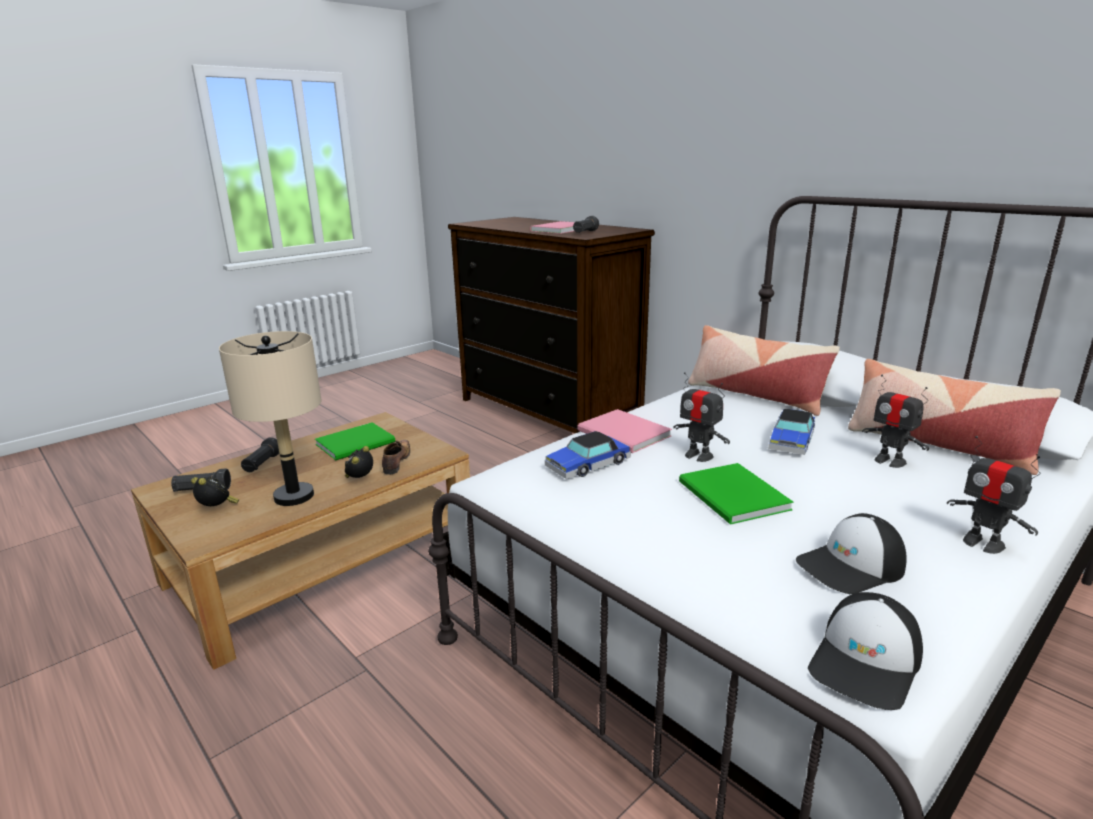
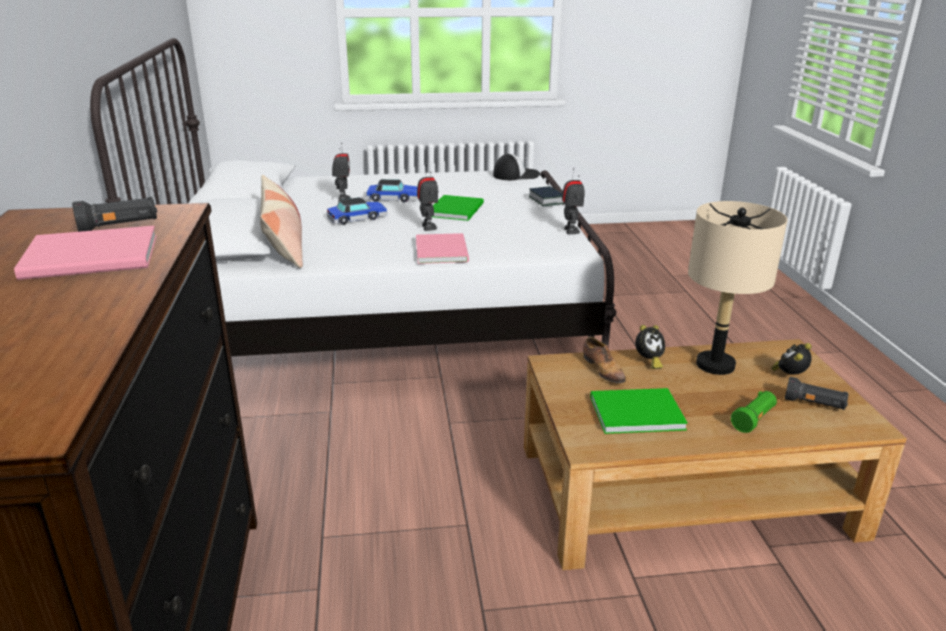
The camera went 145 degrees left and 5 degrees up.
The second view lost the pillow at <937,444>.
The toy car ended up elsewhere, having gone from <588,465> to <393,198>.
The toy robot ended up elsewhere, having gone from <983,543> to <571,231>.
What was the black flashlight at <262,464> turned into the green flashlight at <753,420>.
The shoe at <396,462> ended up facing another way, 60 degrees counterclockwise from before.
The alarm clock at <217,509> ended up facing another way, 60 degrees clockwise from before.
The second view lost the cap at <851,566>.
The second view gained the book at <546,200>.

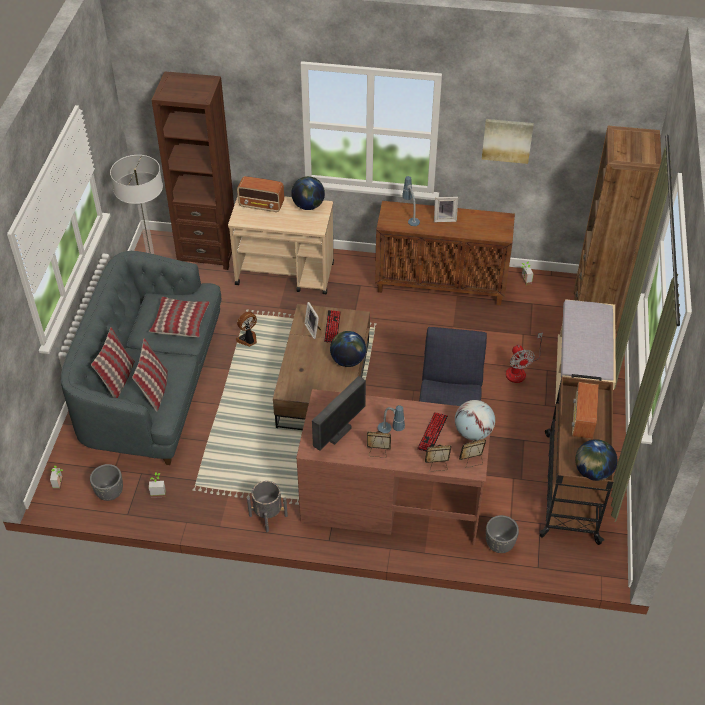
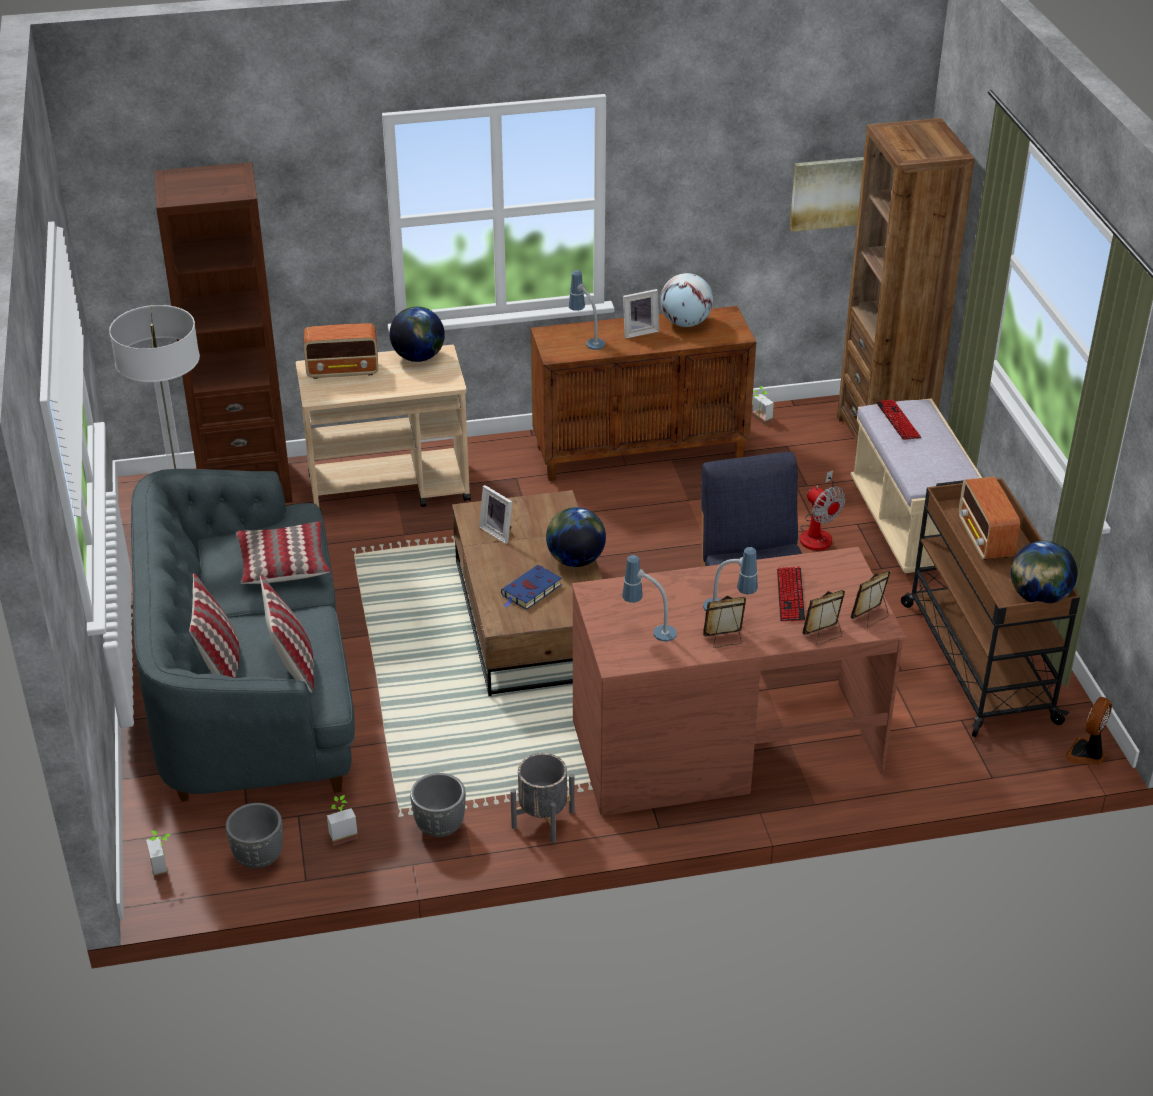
The camera went 20 degrees left and 10 degrees down.
The picture ended up elsewhere, having gone from <507,140> to <826,193>.
The keyboard ended up elsewhere, having gone from <332,327> to <898,421>.
The fan ended up elsewhere, having gone from <248,340> to <1087,754>.
Where the monitor stood at <338,433>, the table lamp came to stand at <649,630>.
The globe ended up elsewhere, having gone from <473,432> to <685,323>.
The grey planter ended up elsewhere, having gone from <499,545> to <439,827>.
The second view gained the blue book at <530,591>.

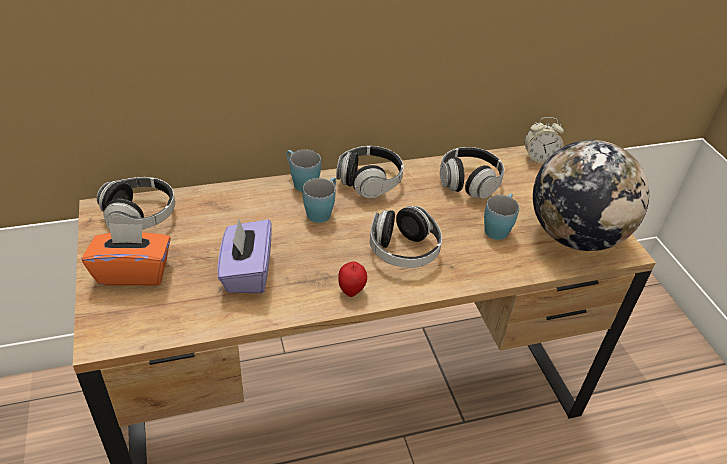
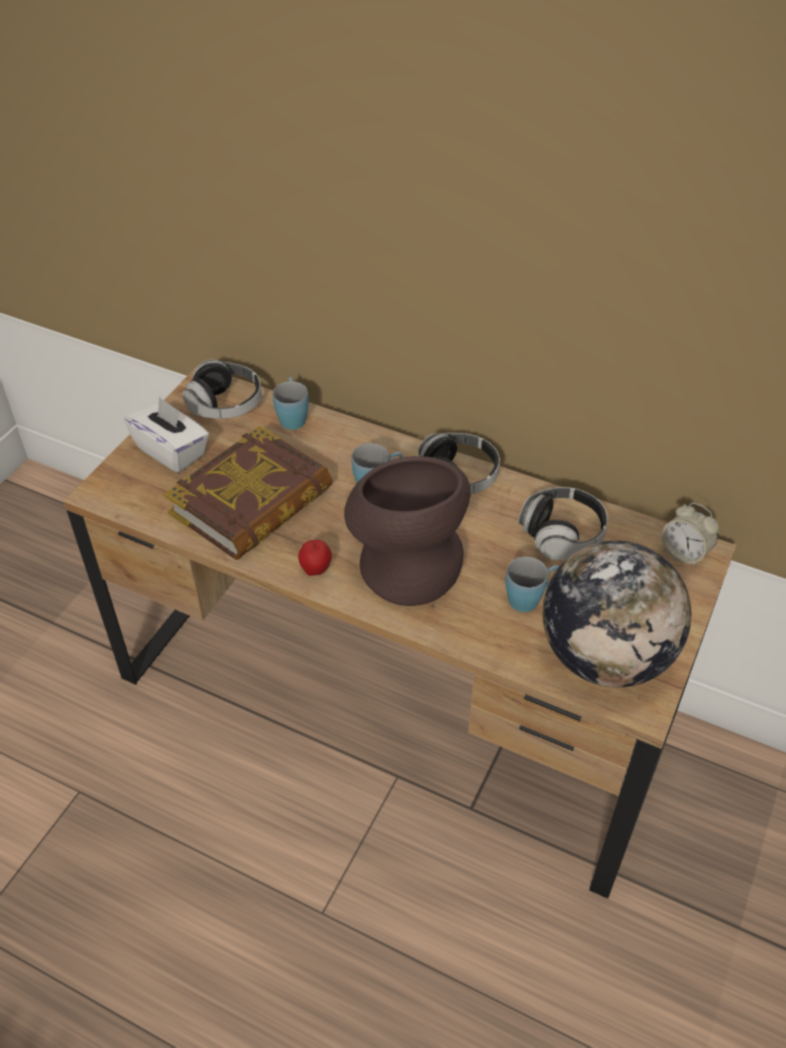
The camera went 45 degrees right and 5 degrees up.
The blue mug ended up elsewhere, having gone from <301,182> to <292,416>.
Where the headphones stood at <403,251>, the brown vase came to stand at <405,563>.
Where the purple tissue box stood at <247,272>, the book came to stand at <252,502>.
What was the orange tissue box at <133,272> turned into the white tissue box at <172,451>.

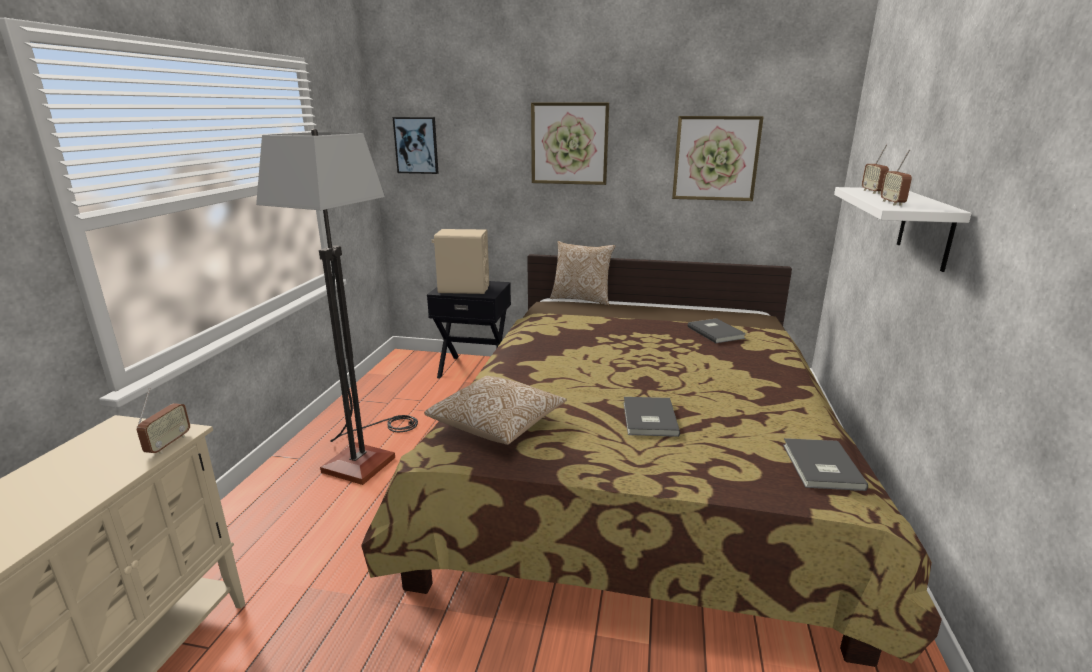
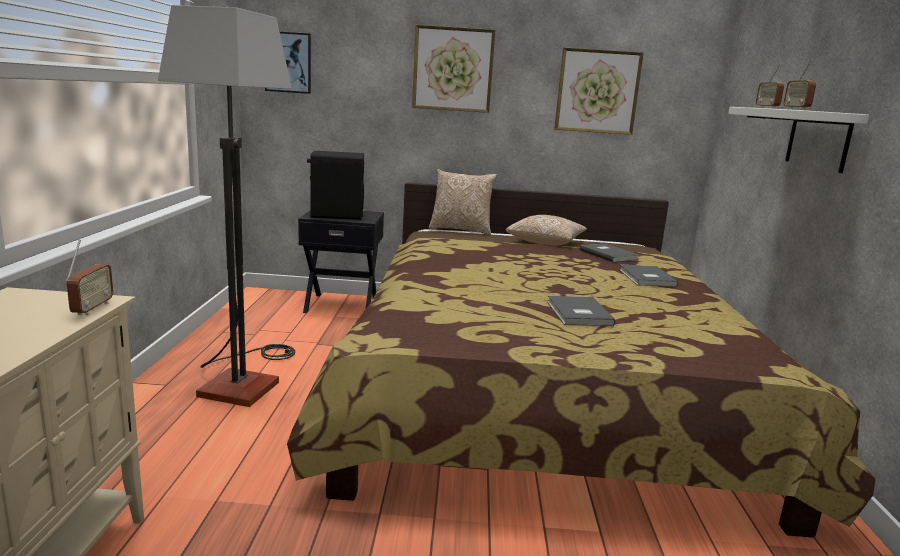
The camera went 10 degrees left and 5 degrees down.
What was the beige speaker at <463,289> turned into the black speaker at <336,215>.
The pillow ended up elsewhere, having gone from <497,424> to <545,242>.
The grey book ended up elsewhere, having gone from <820,467> to <645,278>.

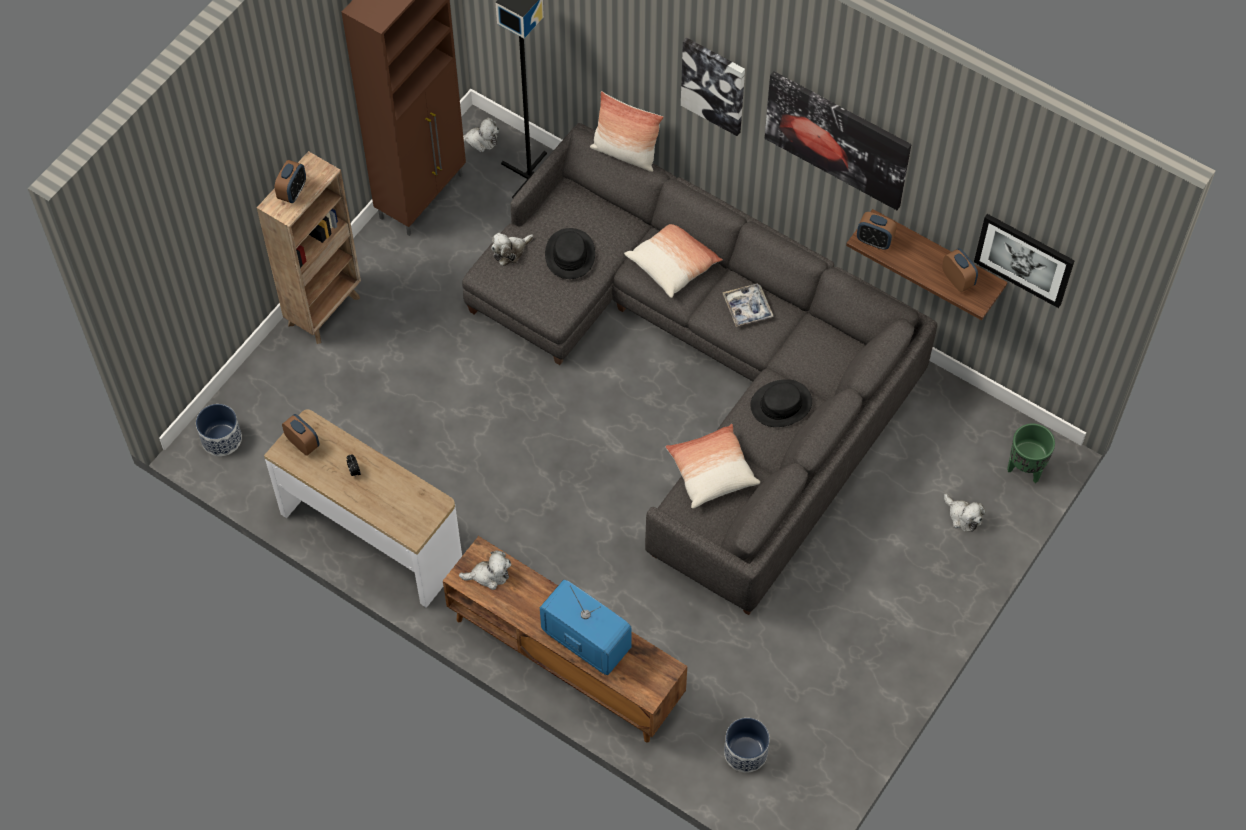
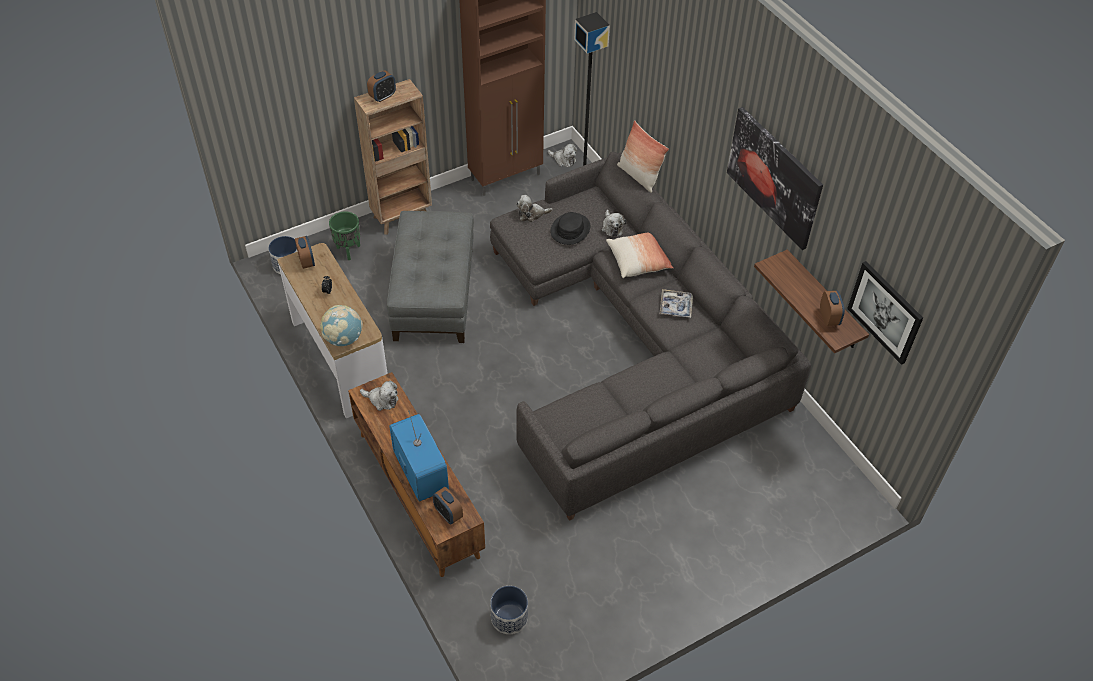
The camera went 25 degrees right and 10 degrees down.
The second view lost the picture at <714,85>.
The alarm clock ended up elsewhere, having gone from <874,241> to <448,514>.
The second view lost the black hat at <781,404>.
The green planter ended up elsewhere, having gone from <1025,469> to <348,251>.
The second view lost the pillow at <711,472>.
The plush toy ended up elsewhere, having gone from <963,516> to <612,227>.
The second view gained the grey ottoman at <435,294>.
The second view gained the globe at <343,339>.

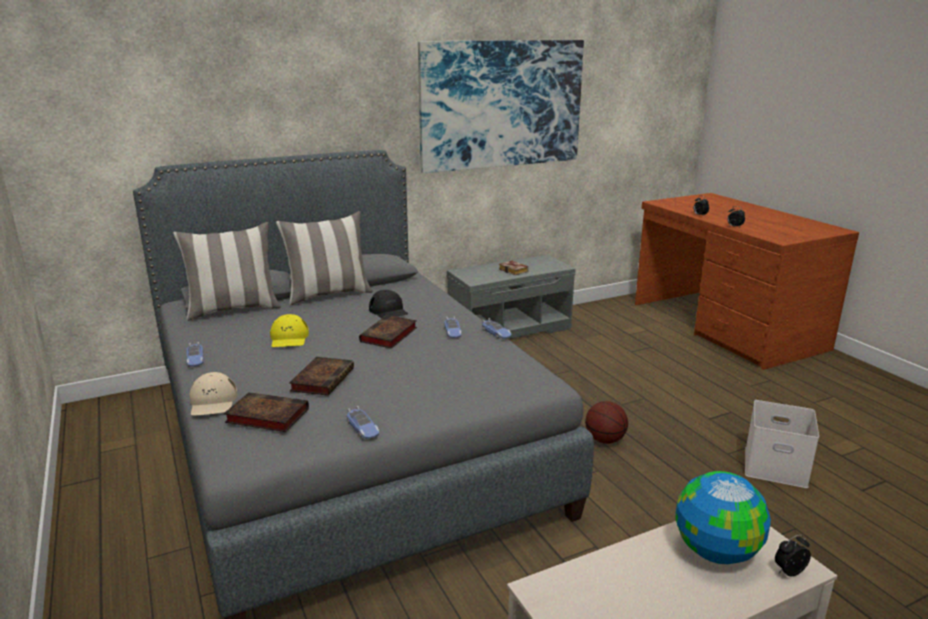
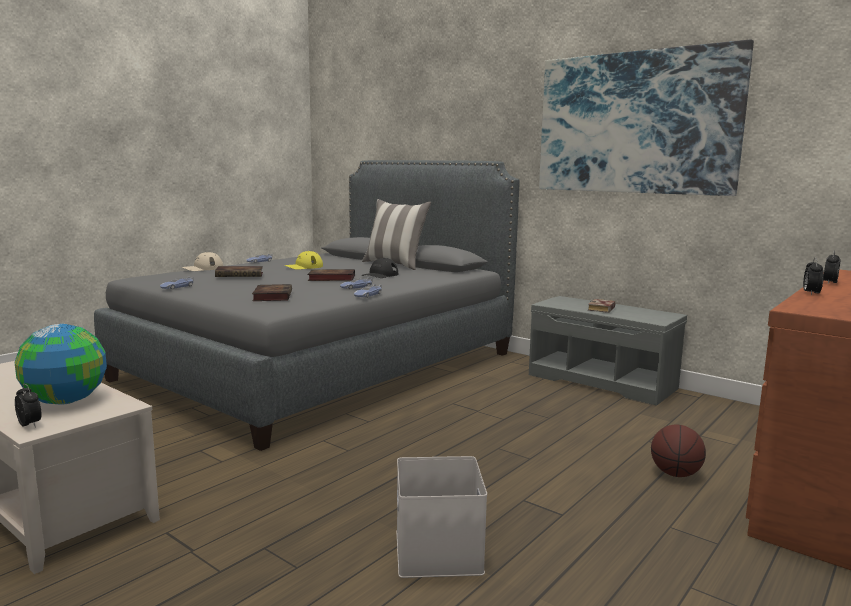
The camera went 65 degrees right and 10 degrees down.
The second view lost the pillow at <233,309>.
The book ended up elsewhere, having gone from <265,416> to <272,296>.
The basketball ended up elsewhere, having gone from <605,440> to <675,474>.

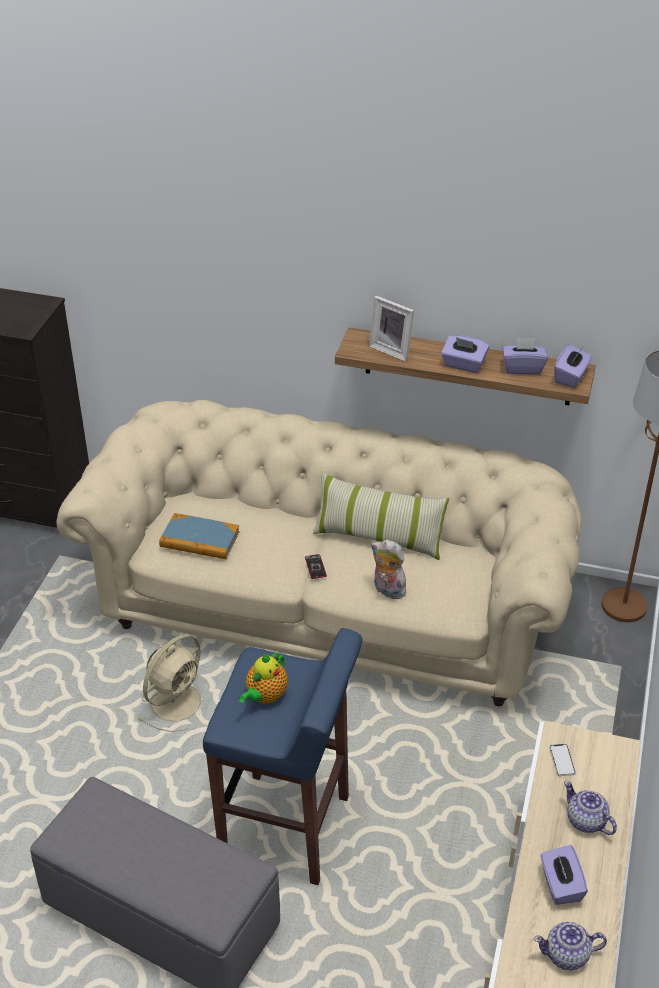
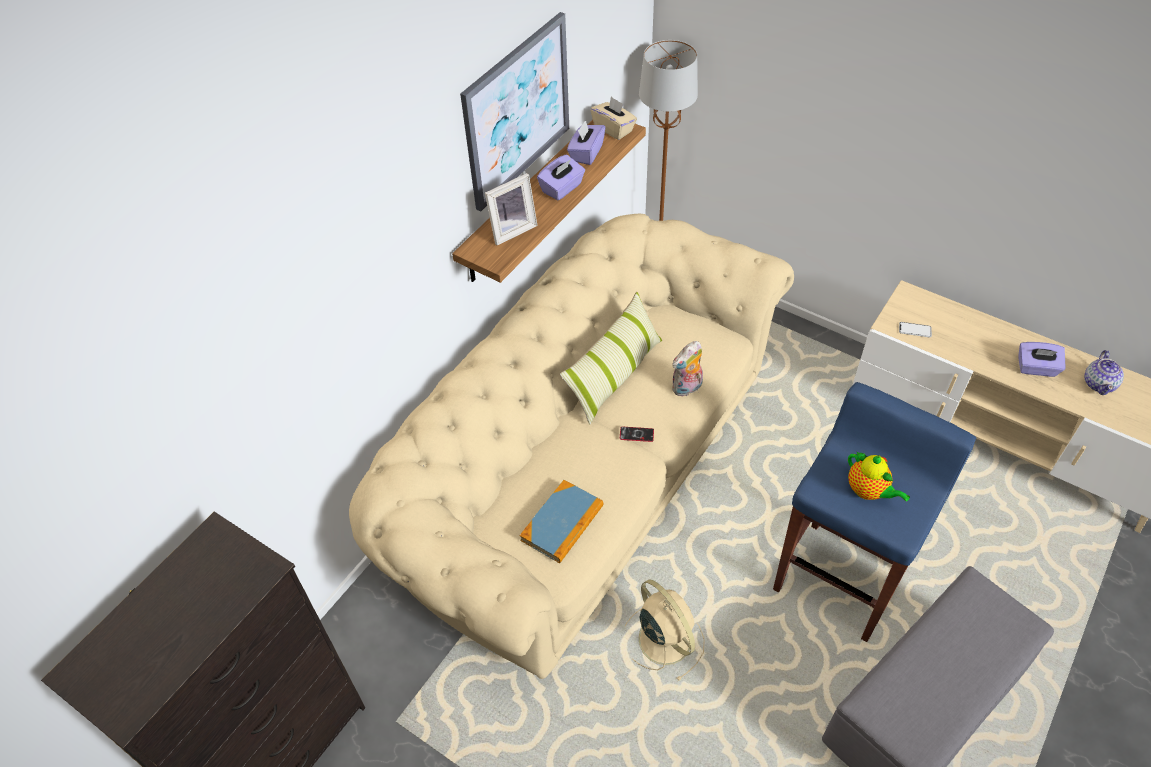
The camera went 70 degrees left and 10 degrees up.
What was the purple tissue box at <571,377> turned into the beige tissue box at <613,129>.
The second view lost the teapot at <586,821>.
The second view gained the picture at <517,111>.

